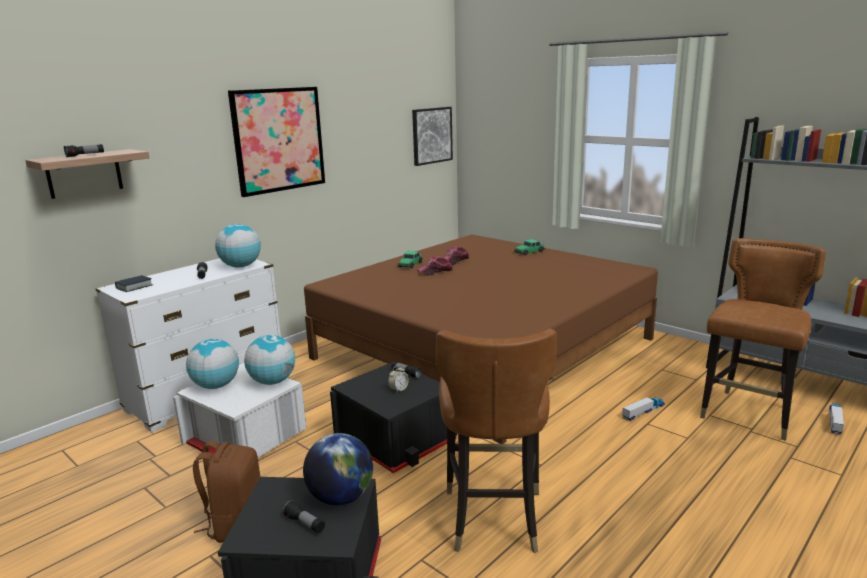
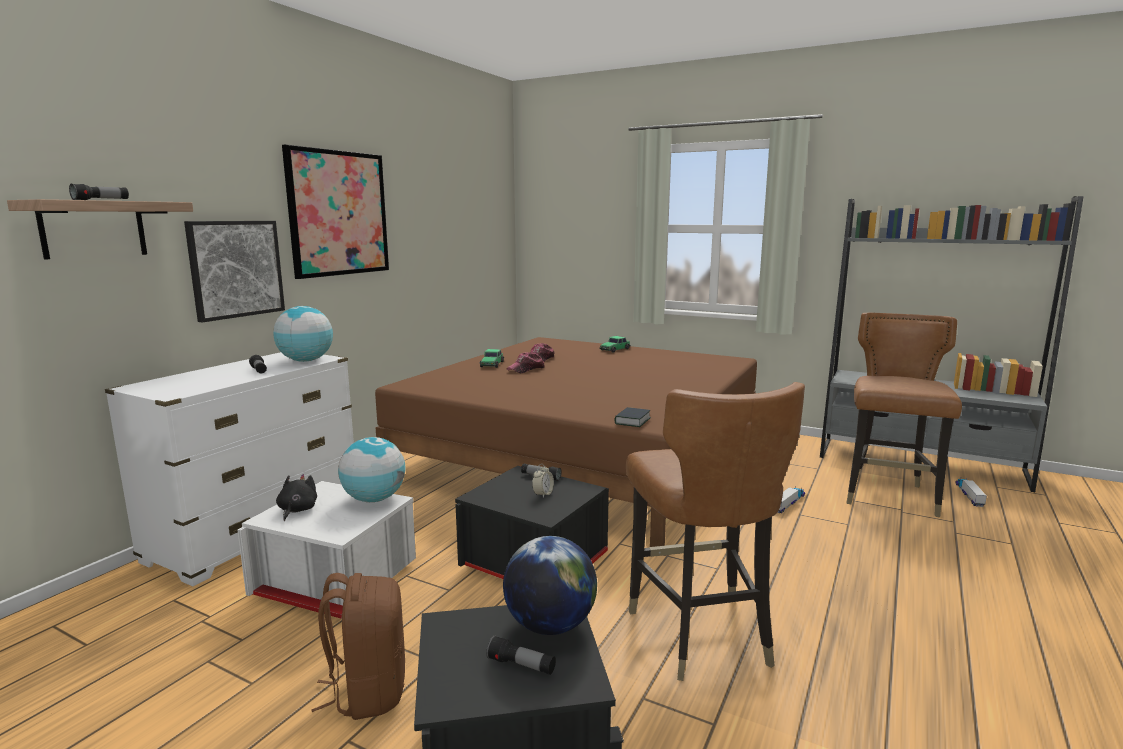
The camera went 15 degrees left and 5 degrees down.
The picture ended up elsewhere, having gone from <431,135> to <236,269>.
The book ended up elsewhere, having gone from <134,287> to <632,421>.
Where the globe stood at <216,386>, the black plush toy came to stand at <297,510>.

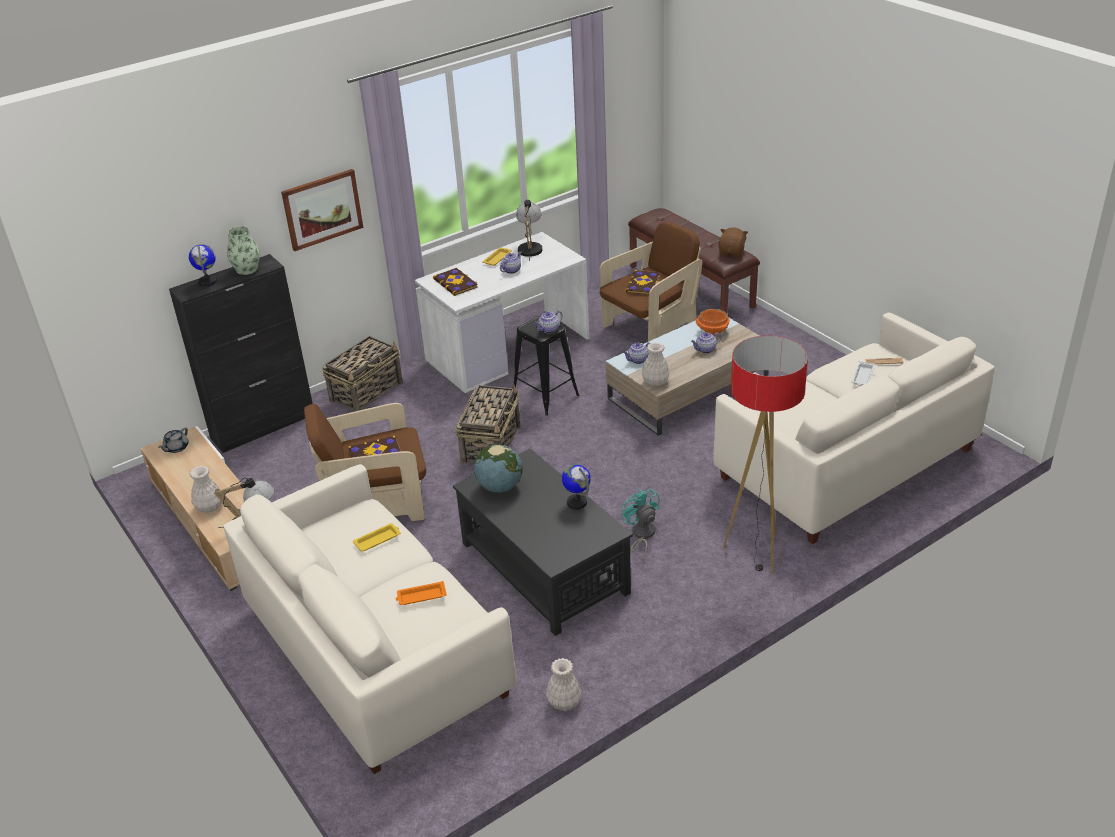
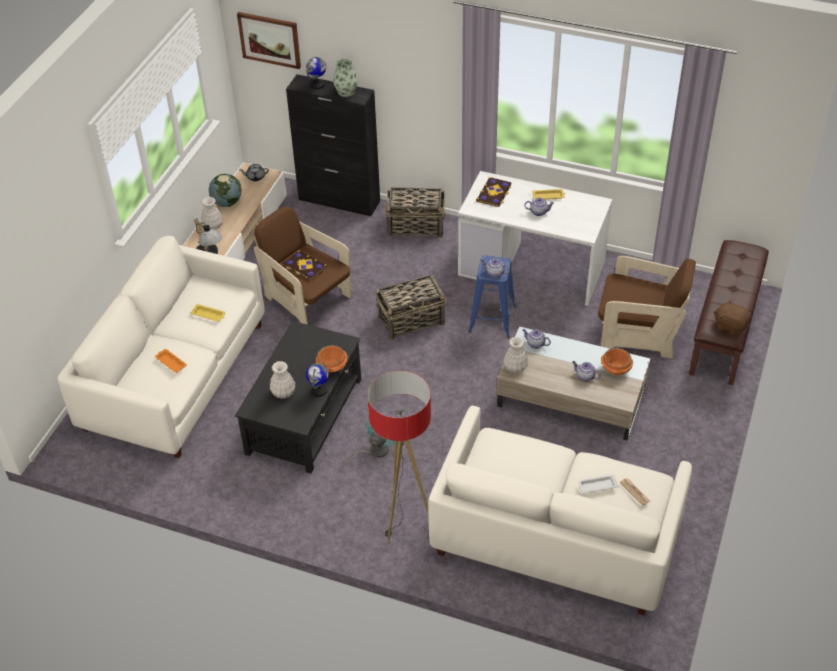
The camera went 55 degrees right and 10 degrees up.
The picture ended up elsewhere, having gone from <322,209> to <270,39>.
The second view lost the table lamp at <530,247>.
The brown plush toy at <732,252> ended up facing another way, 135 degrees counterclockwise from before.
The second view lost the book at <643,284>.
What was the black stool at <545,395> turned into the blue stool at <492,319>.
The globe ended up elsewhere, having gone from <499,487> to <227,203>.
The white vase ended up elsewhere, having gone from <564,702> to <283,393>.
The second view gained the orange bowl at <332,367>.

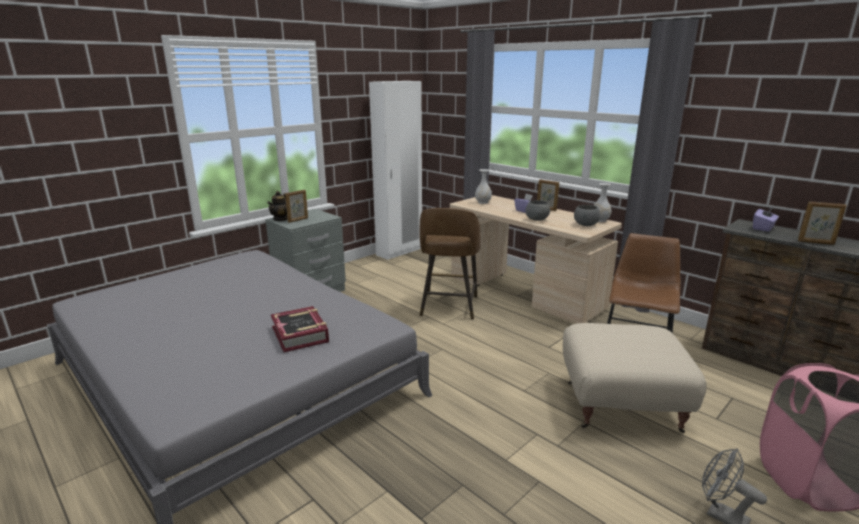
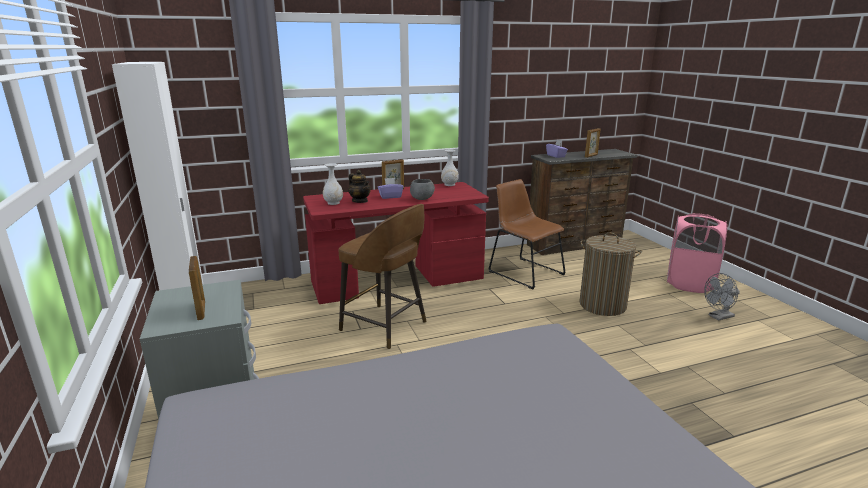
The camera went 65 degrees left and 0 degrees up.
The teapot ended up elsewhere, having gone from <281,219> to <360,201>.
What was the beige desk at <524,293> turned into the red desk at <398,282>.
The second view lost the grey bowl at <585,225>.
The second view lost the book at <300,334>.
Where the beige ottoman stood at <622,406>, the laundry basket came to stand at <602,305>.

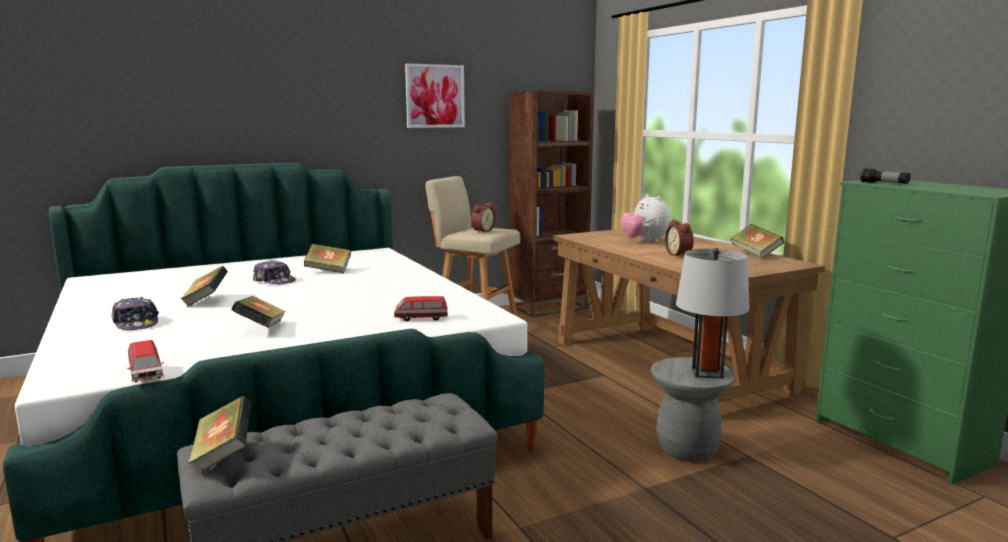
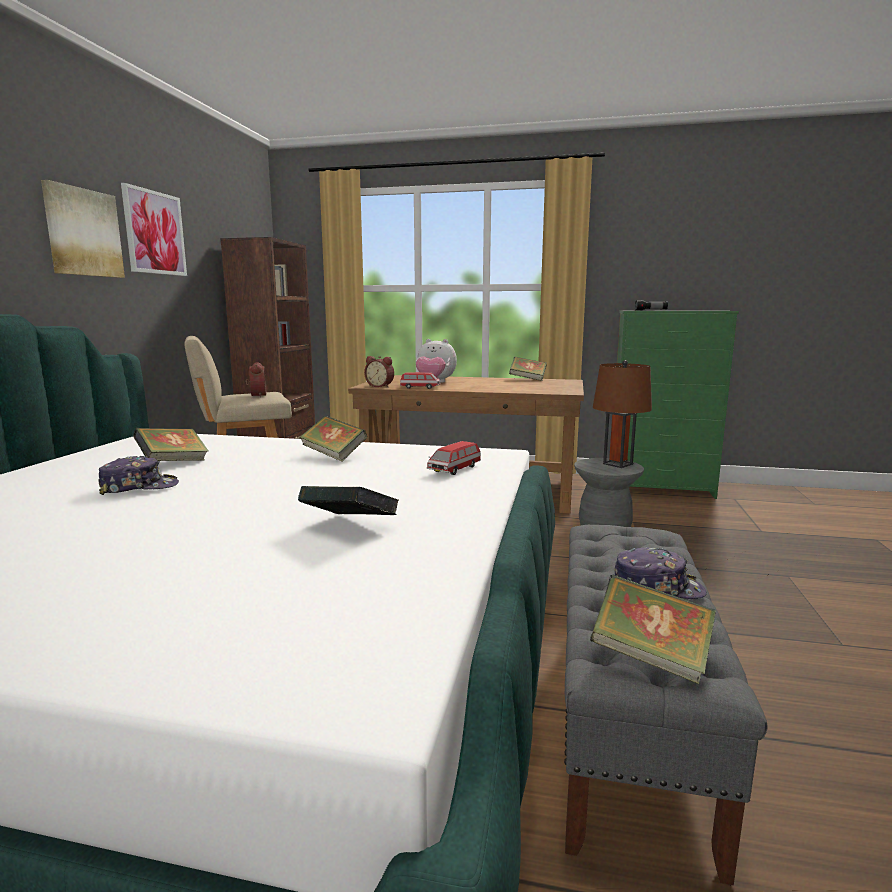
The camera went 50 degrees left and 0 degrees up.
The alarm clock ended up elsewhere, having gone from <680,255> to <380,386>.
What was the grey table lamp at <707,373> turned into the brown table lamp at <617,464>.
The book ended up elsewhere, having gone from <206,301> to <334,455>.
The cap ended up elsewhere, having gone from <136,323> to <657,588>.
The toy car ended up elsewhere, having gone from <146,374> to <420,388>.
The second view gained the picture at <83,232>.

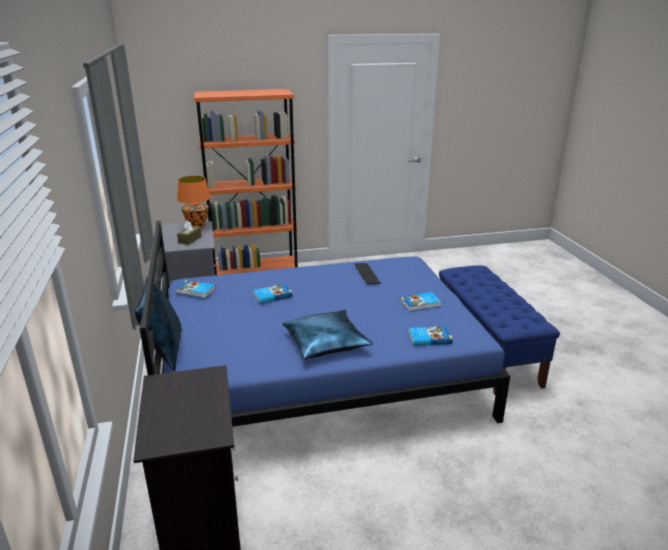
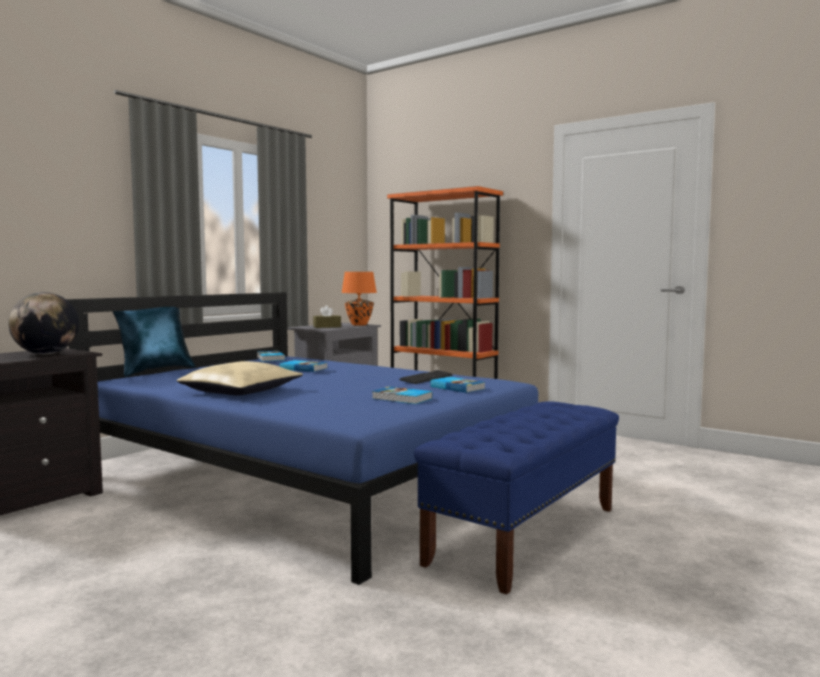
The camera went 50 degrees right and 20 degrees down.
What was the blue pillow at <325,342> turned into the beige pillow at <241,391>.
The book ended up elsewhere, having gone from <429,338> to <458,387>.
The second view gained the globe at <46,354>.

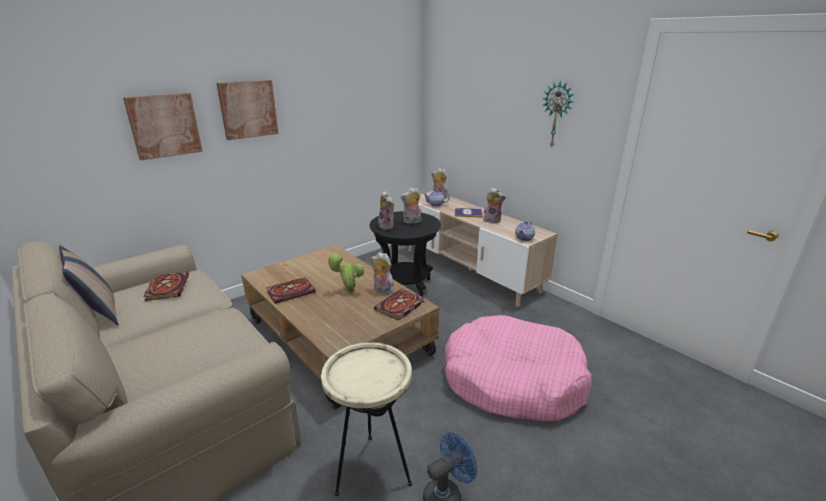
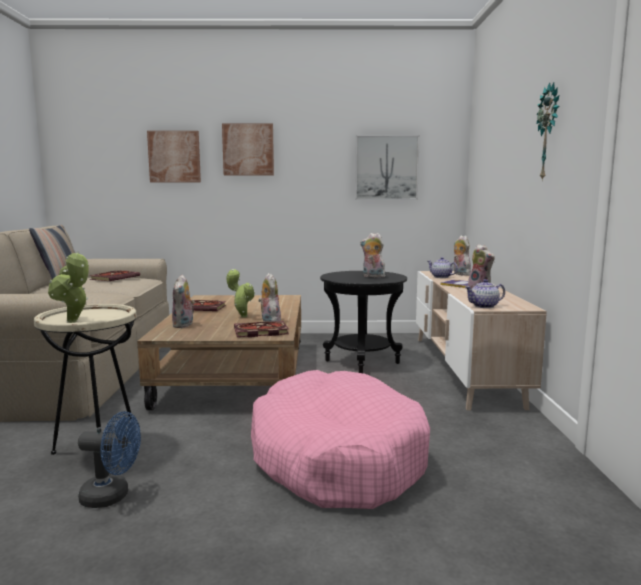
The camera went 40 degrees right and 15 degrees down.
The plush toy ended up elsewhere, having gone from <387,226> to <184,325>.
The second view gained the picture at <386,168>.
The second view gained the potted plant at <73,322>.

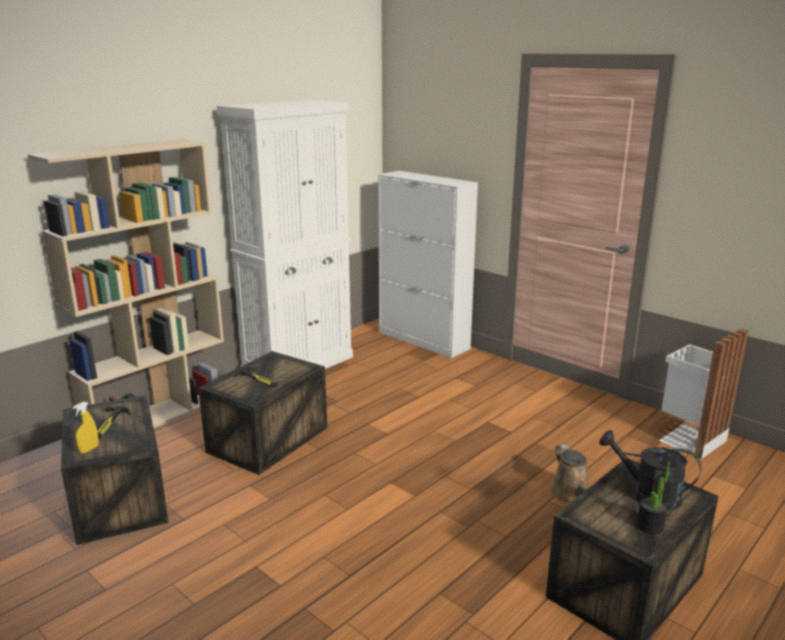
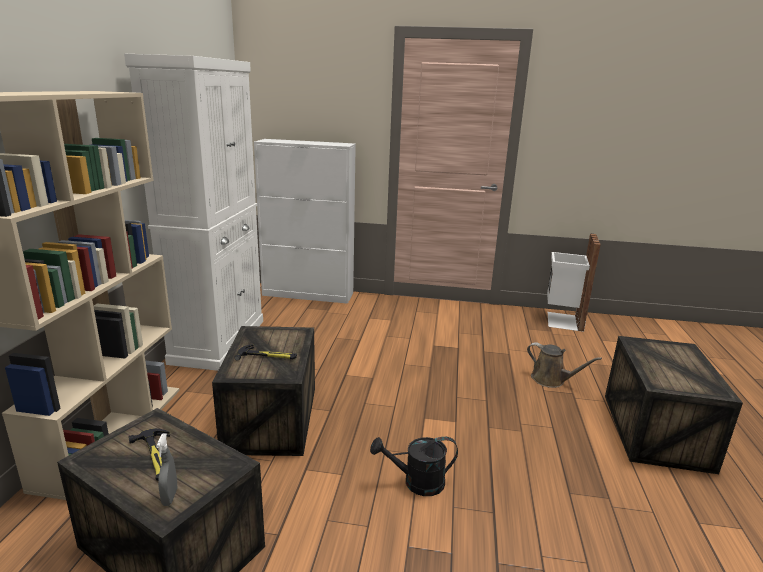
The camera went 35 degrees left and 0 degrees up.
What was the yellow spray bottle at <89,449> turned into the grey spray bottle at <170,497>.
The black watering can ended up elsewhere, having gone from <647,495> to <416,483>.
The second view lost the potted plant at <650,526>.

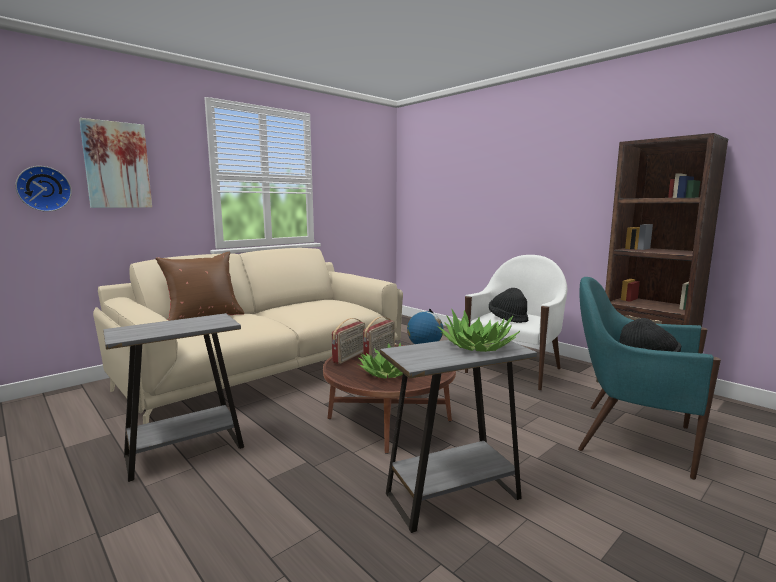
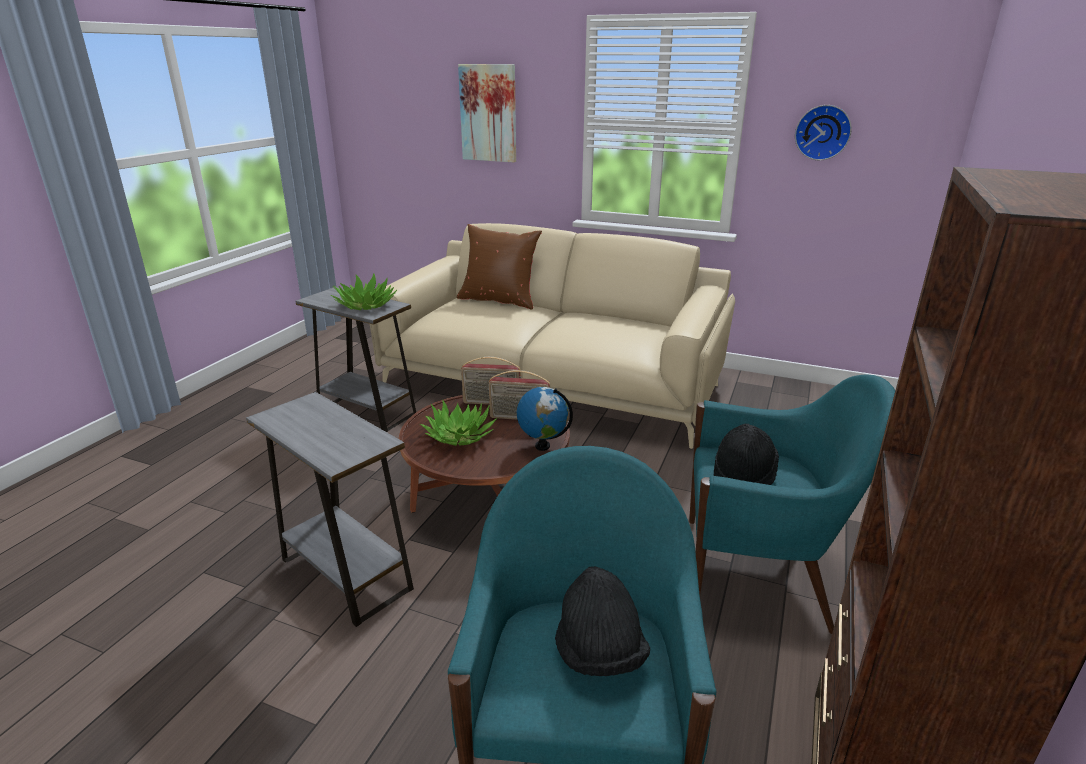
The camera went 65 degrees right and 15 degrees up.
The wall clock ended up elsewhere, having gone from <44,189> to <822,132>.
What was the white armchair at <514,370> turned into the turquoise armchair at <759,573>.
The potted plant ended up elsewhere, having gone from <477,346> to <365,305>.

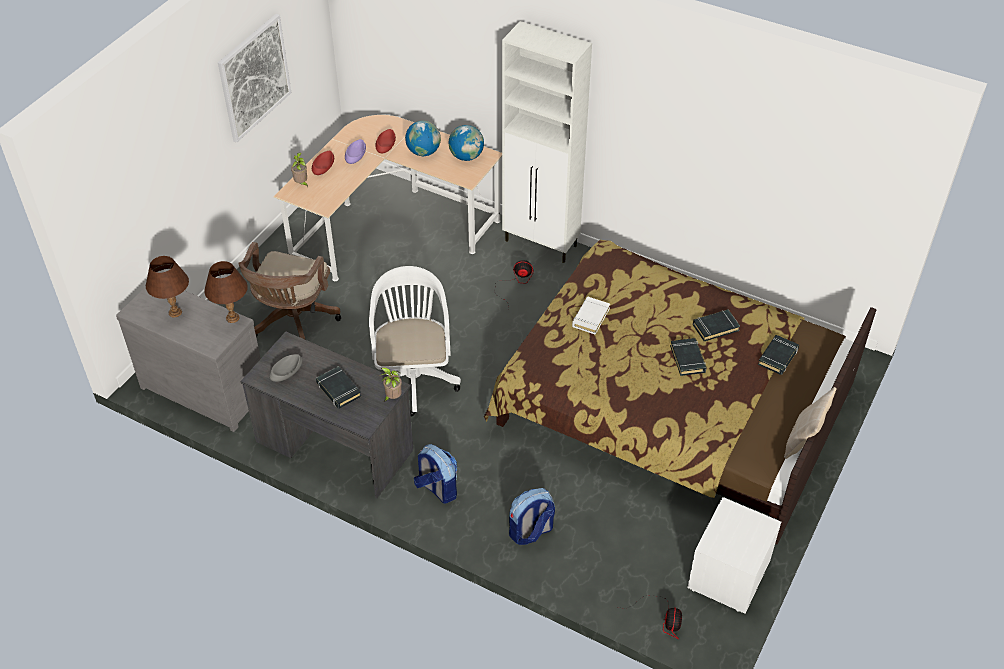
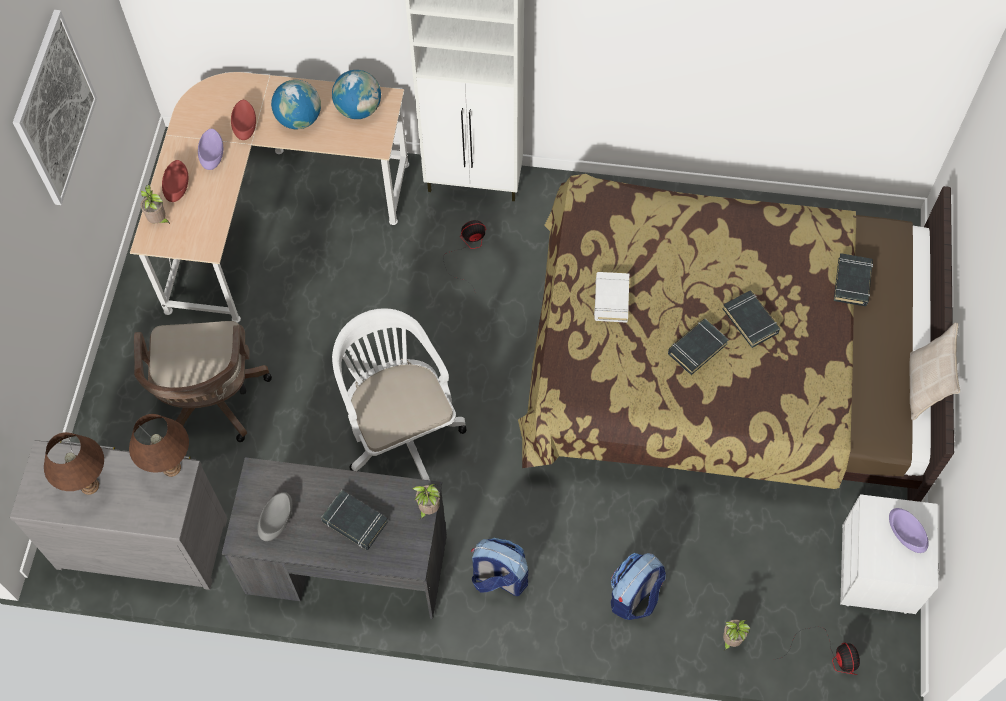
The camera went 20 degrees left and 15 degrees up.
The black book ended up elsewhere, having gone from <715,327> to <697,348>.
The second view gained the purple bowl at <906,534>.
The second view gained the potted plant at <730,640>.

